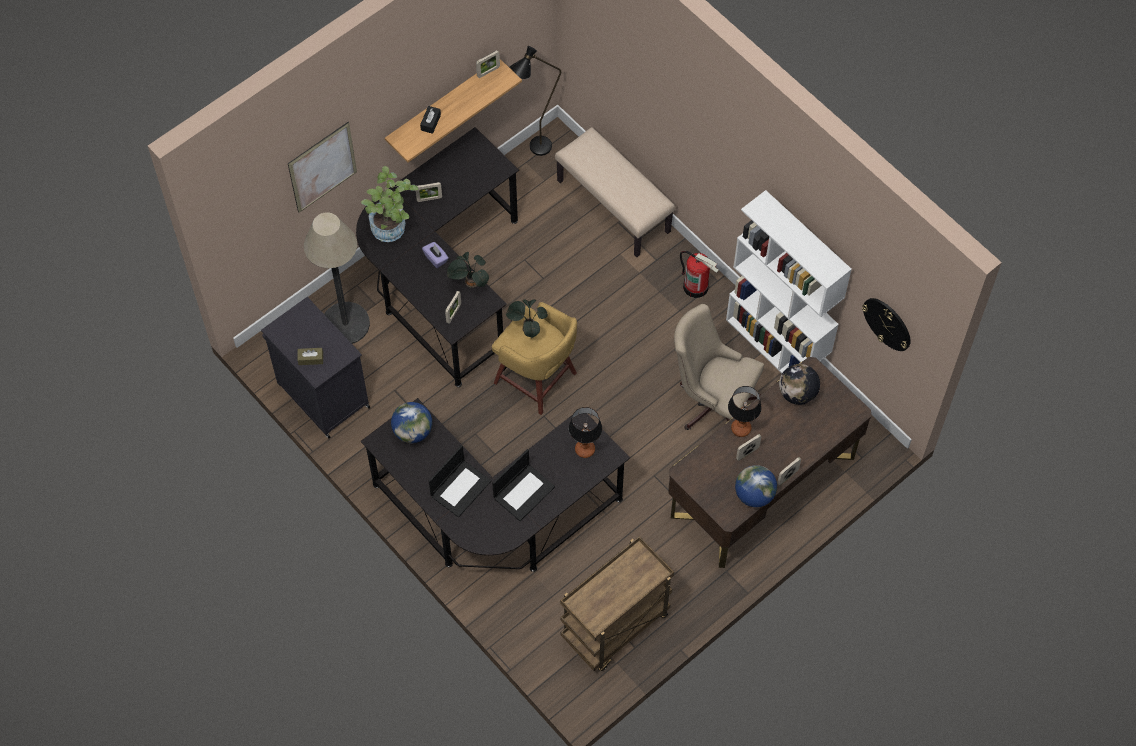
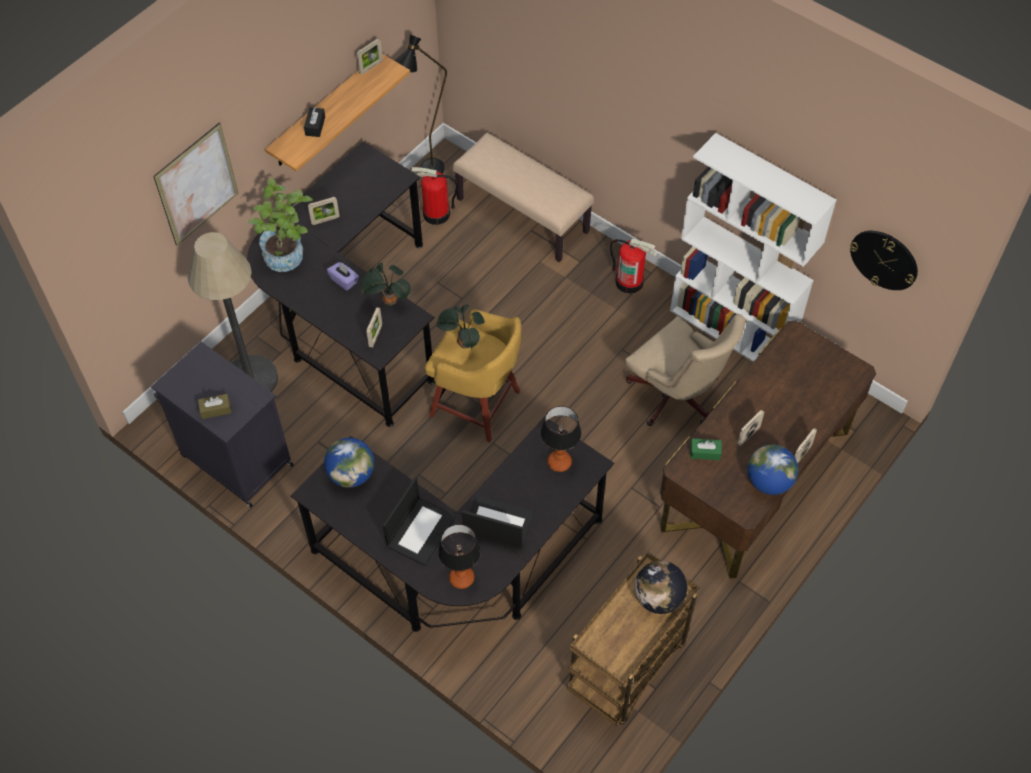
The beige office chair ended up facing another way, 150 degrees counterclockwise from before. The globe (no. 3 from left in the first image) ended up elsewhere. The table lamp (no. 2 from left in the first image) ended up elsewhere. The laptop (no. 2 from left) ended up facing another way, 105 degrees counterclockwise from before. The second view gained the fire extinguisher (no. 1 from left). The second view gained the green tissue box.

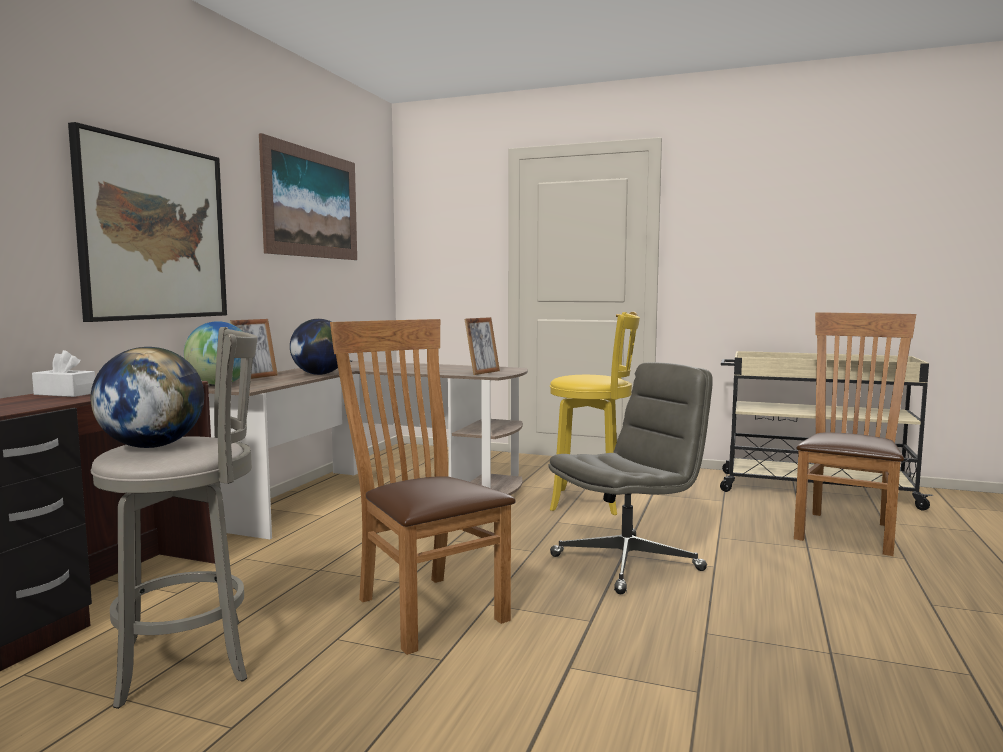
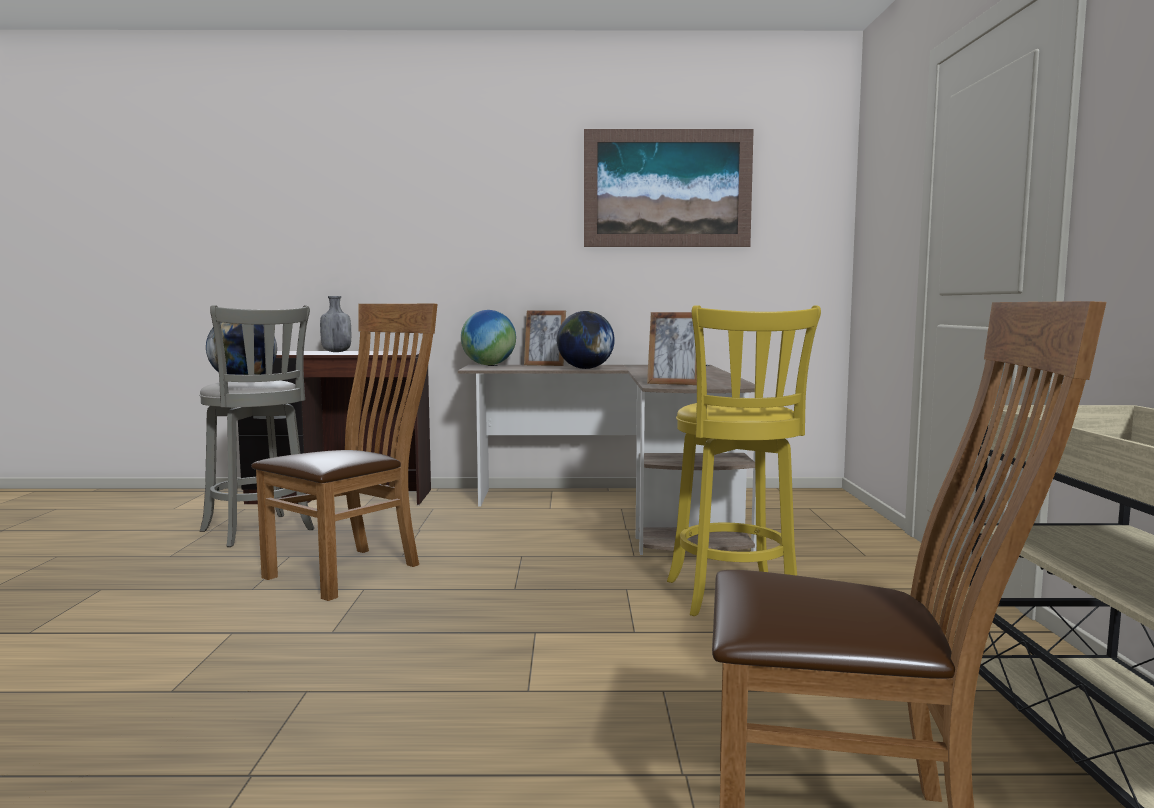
The second view lost the picture (no. 1 from left). Where the white tissue box stood, the grey bottle came to stand. The second view lost the grey office chair.

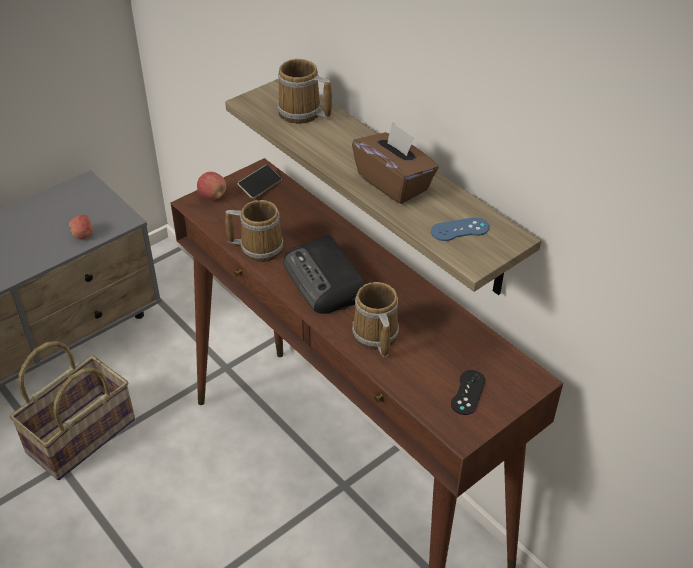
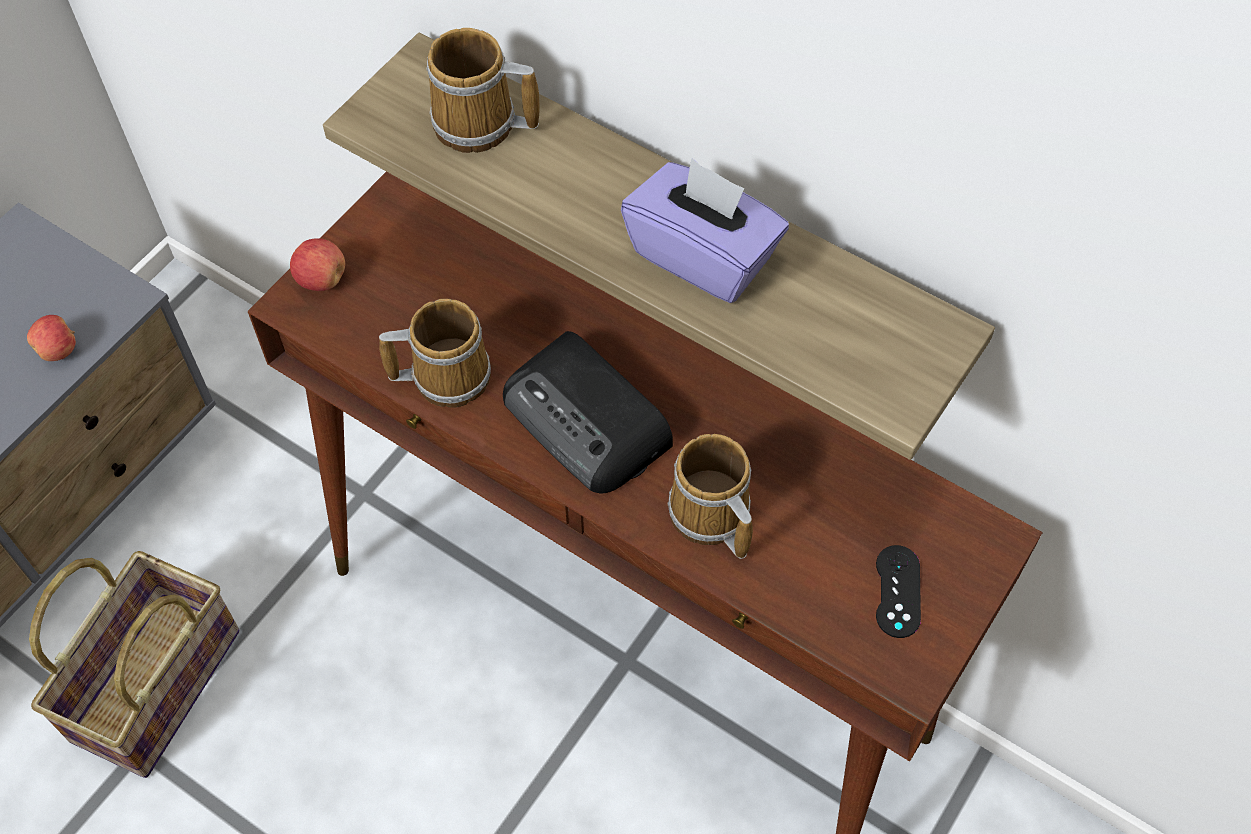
What was the brown tissue box turned into the purple tissue box. The second view lost the phone. The second view lost the blue game controller.

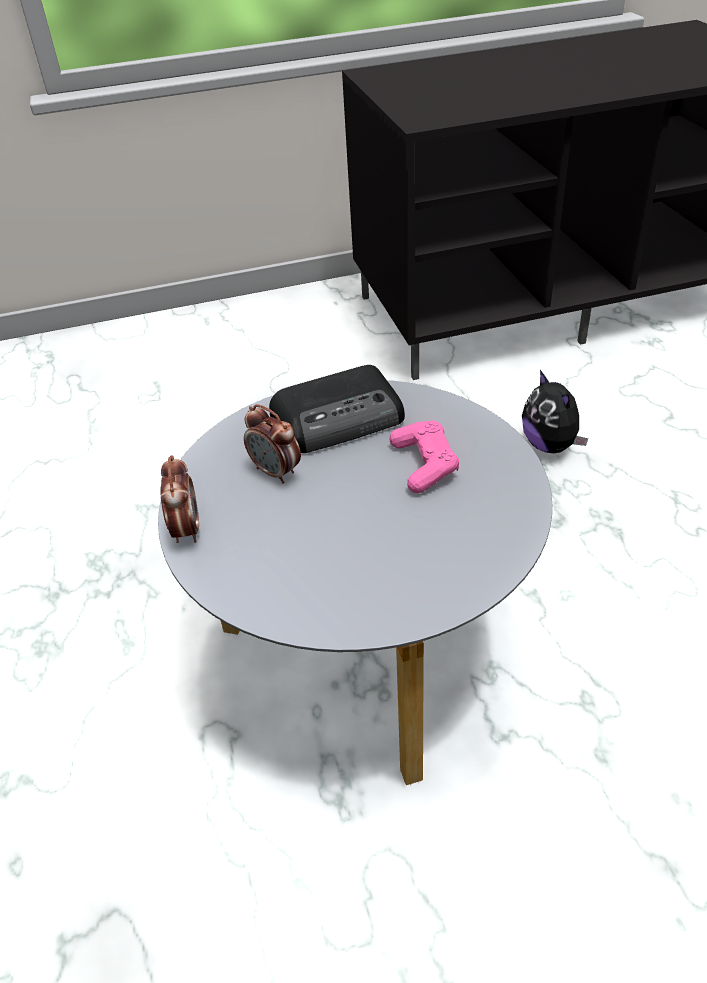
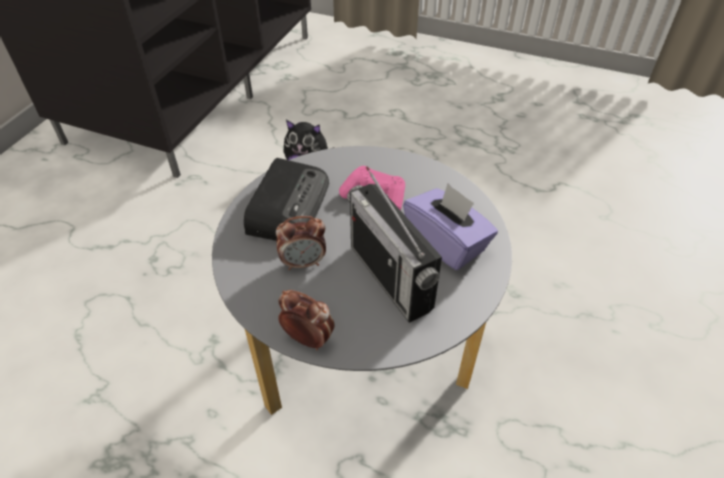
The second view gained the radio (no. 2 from left). The second view gained the purple tissue box.

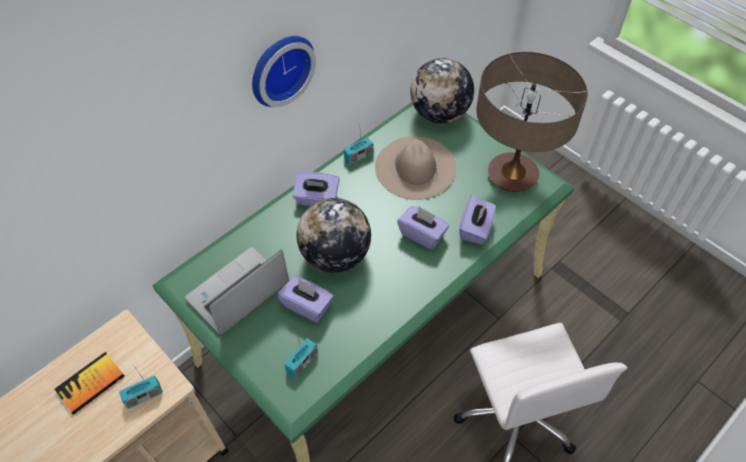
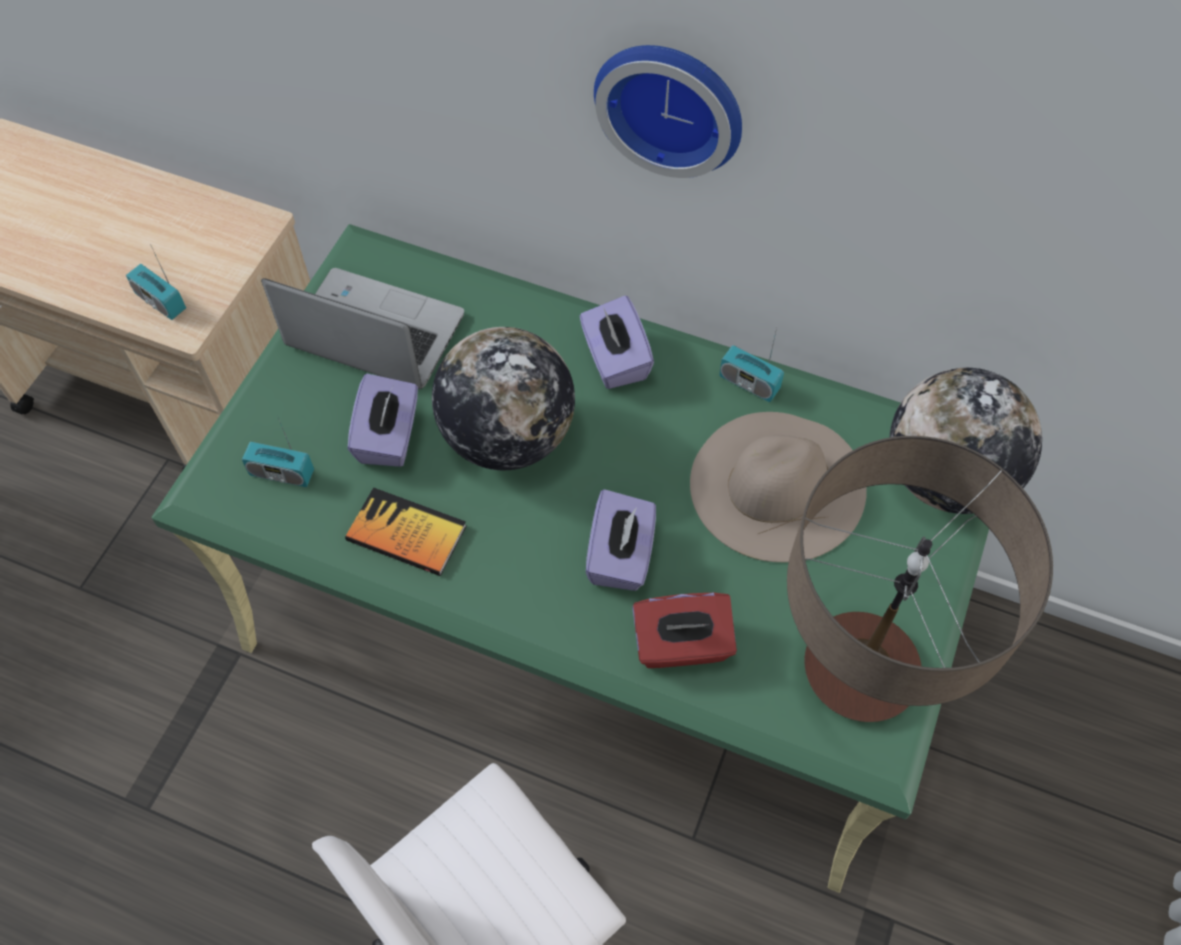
What was the purple tissue box (no. 4 from left) turned into the red tissue box. The book ended up elsewhere.

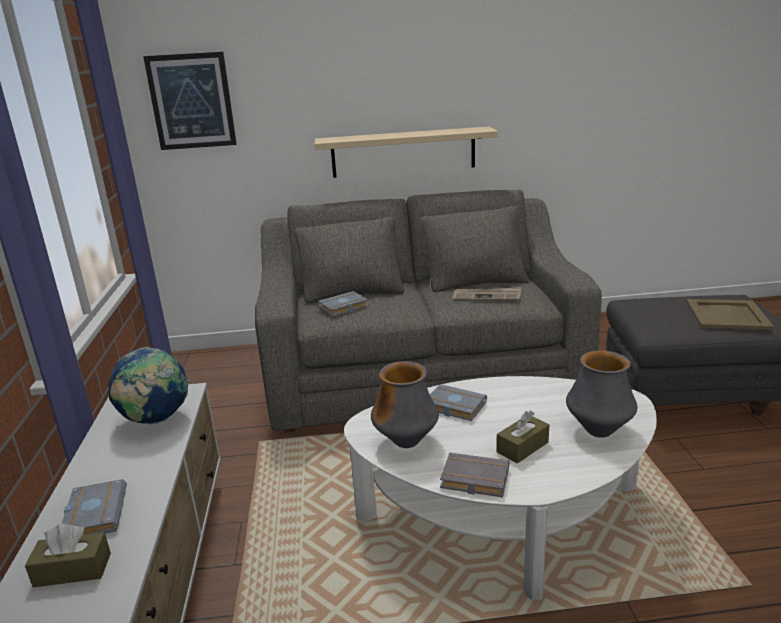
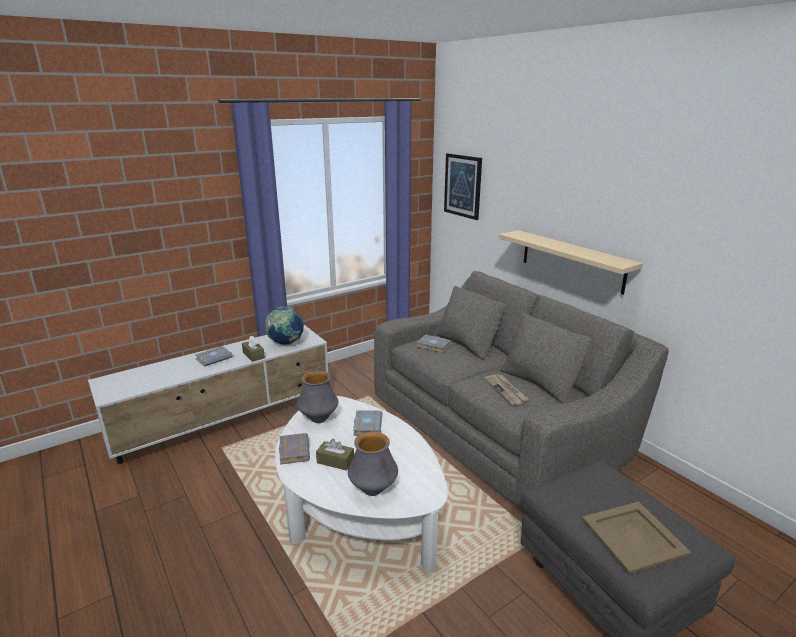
The brown tissue box (no. 1 from left) ended up elsewhere.

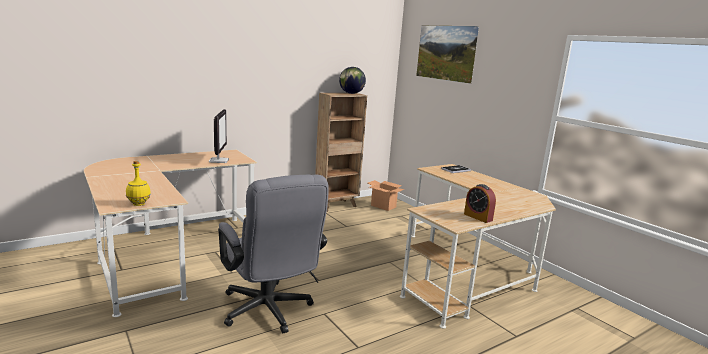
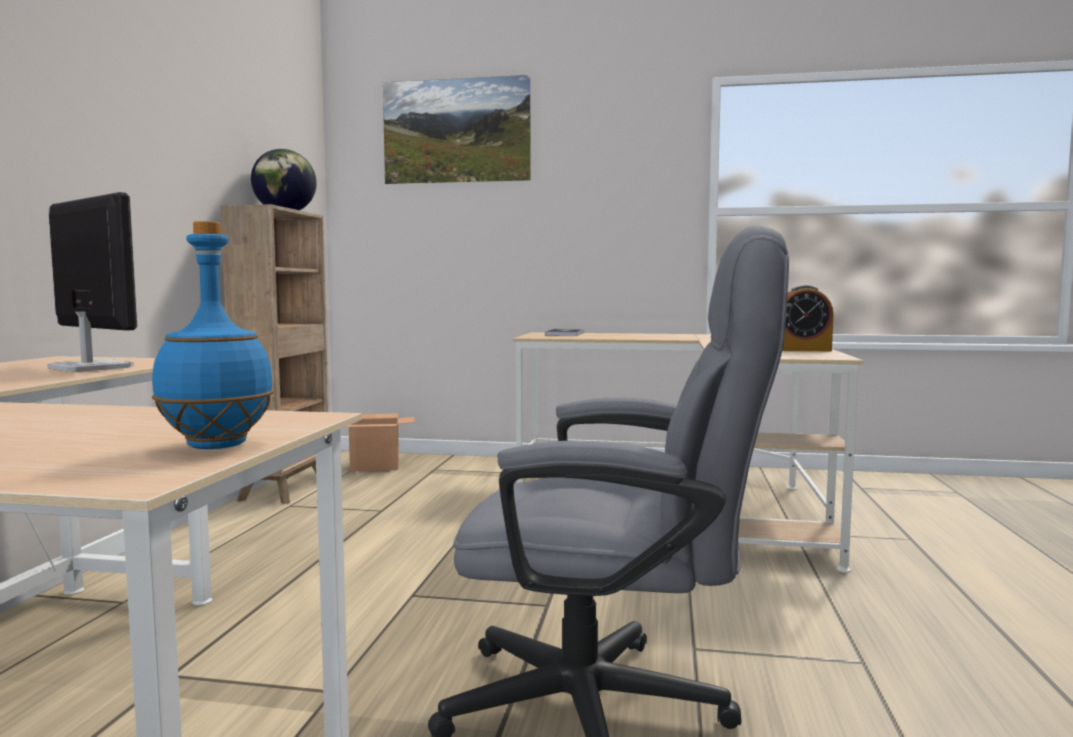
What was the yellow bottle turned into the blue bottle.

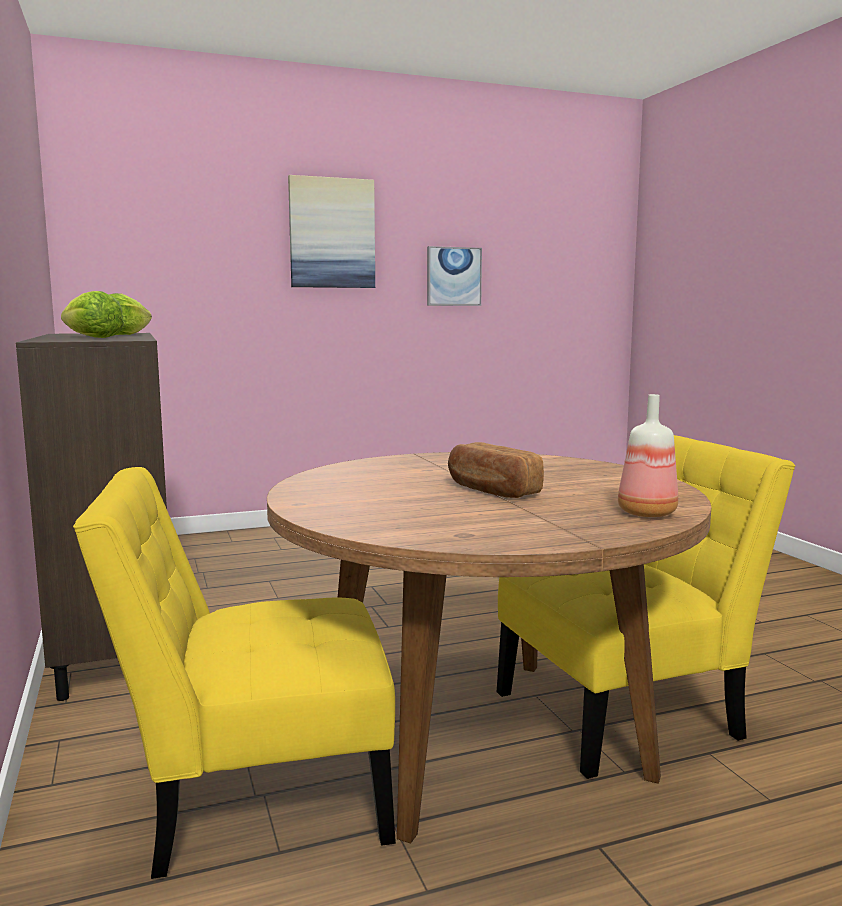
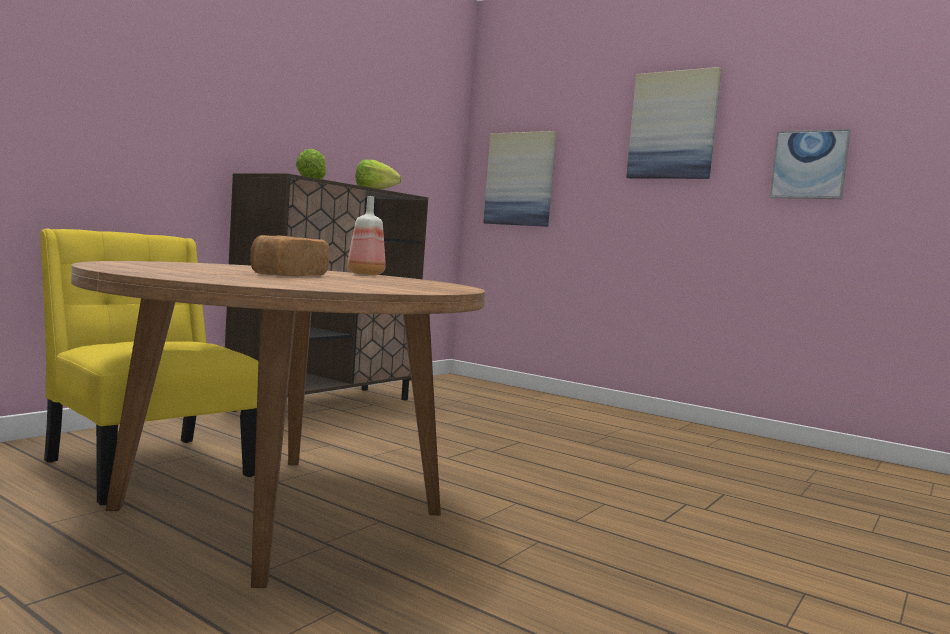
The bottle ended up elsewhere. The second view lost the yellow chair (no. 2 from left). The second view gained the picture (no. 1 from left).

